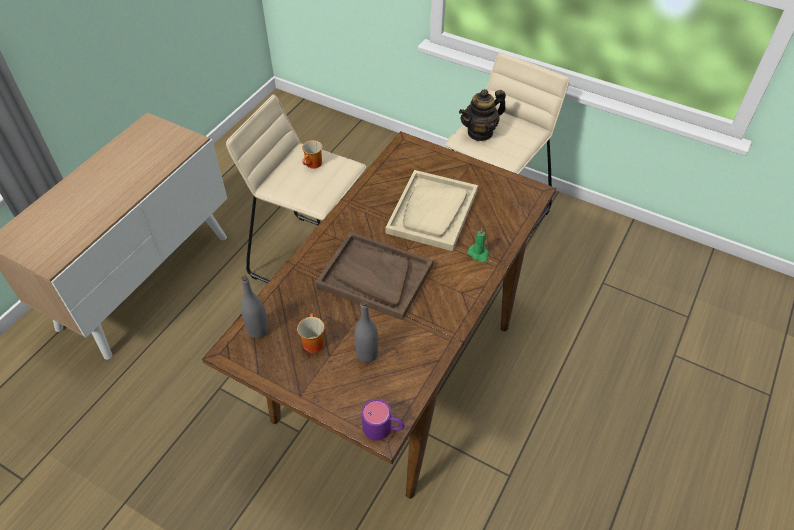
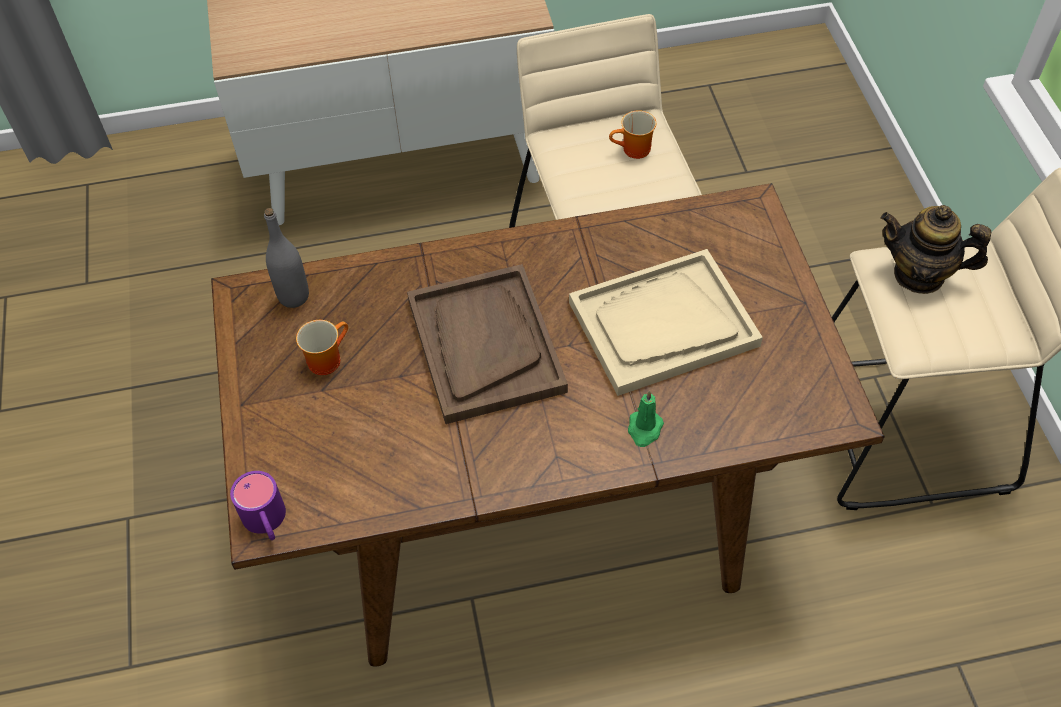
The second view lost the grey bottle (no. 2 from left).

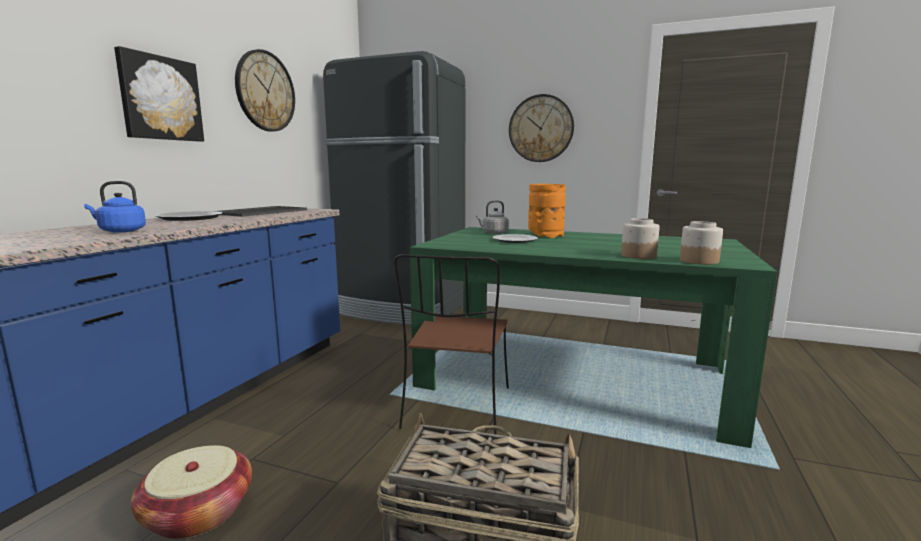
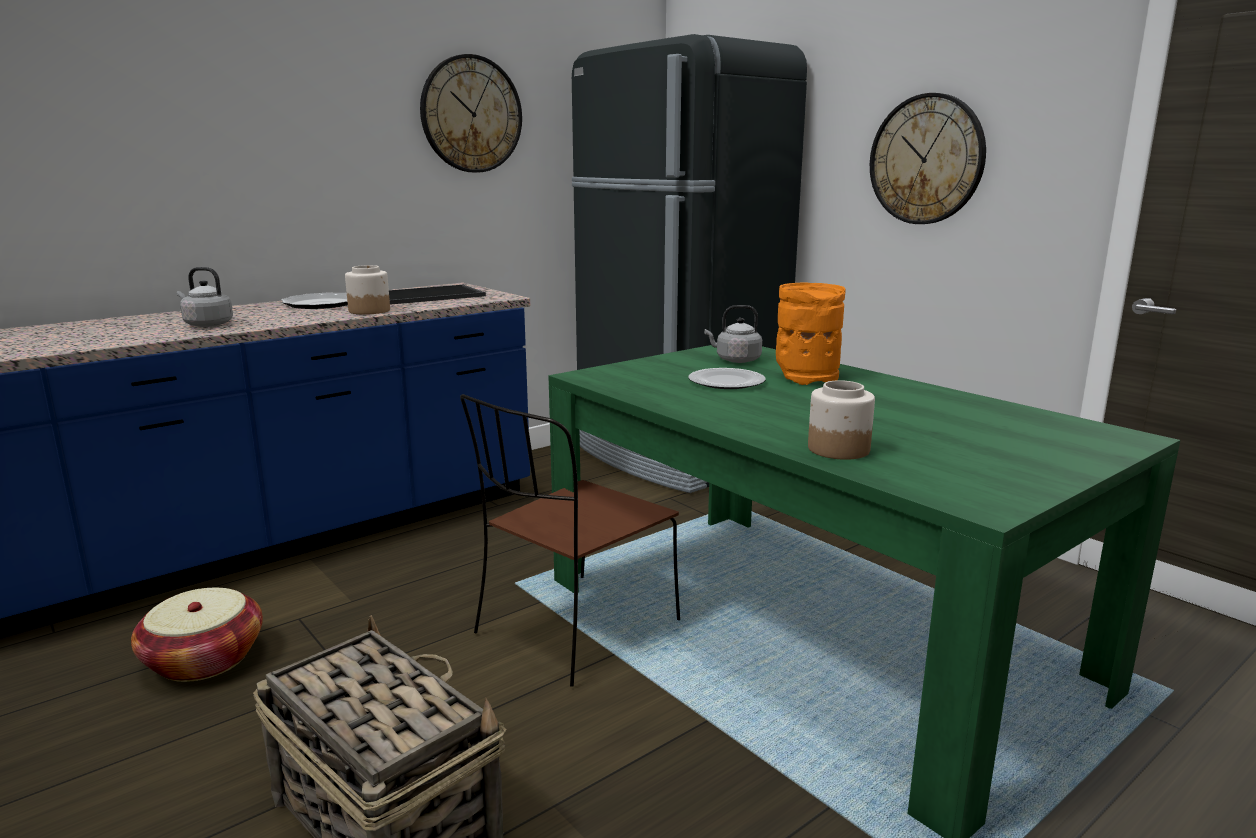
The second view lost the picture. What was the blue kettle turned into the grey kettle (no. 1 from left). The jar (no. 2 from left in the first image) ended up elsewhere.

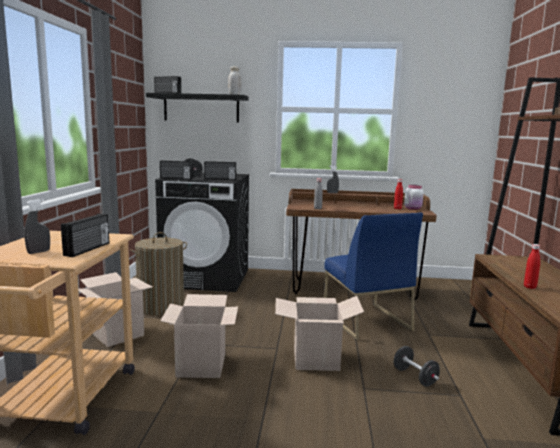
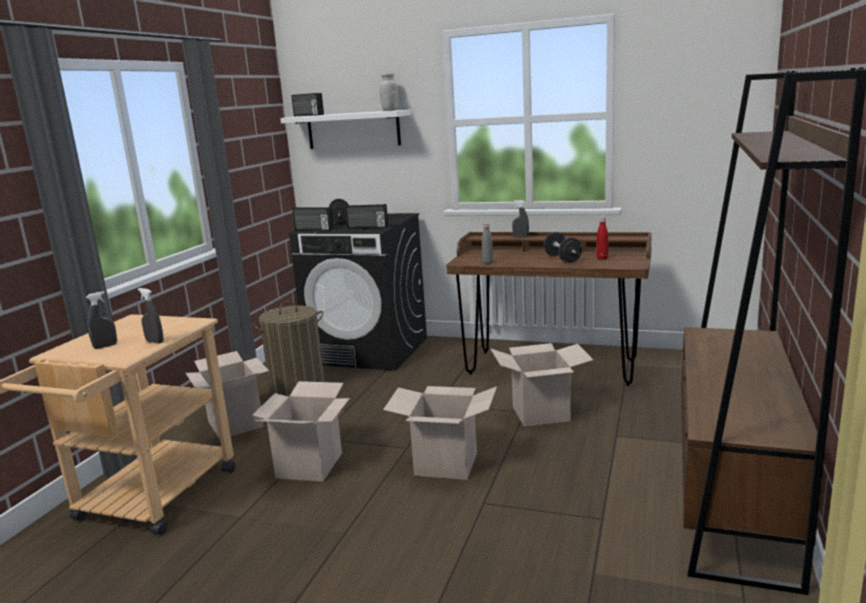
What was the black shelf turned into the white shelf. The second view lost the white jar (no. 2 from left). Where the blue chair stood, the cardboard box (no. 4 from left) came to stand. Where the radio (no. 1 from left) stood, the grey spray bottle (no. 2 from left) came to stand. The second view lost the red bottle (no. 2 from left). The black dumbbell (no. 2 from left) ended up elsewhere.

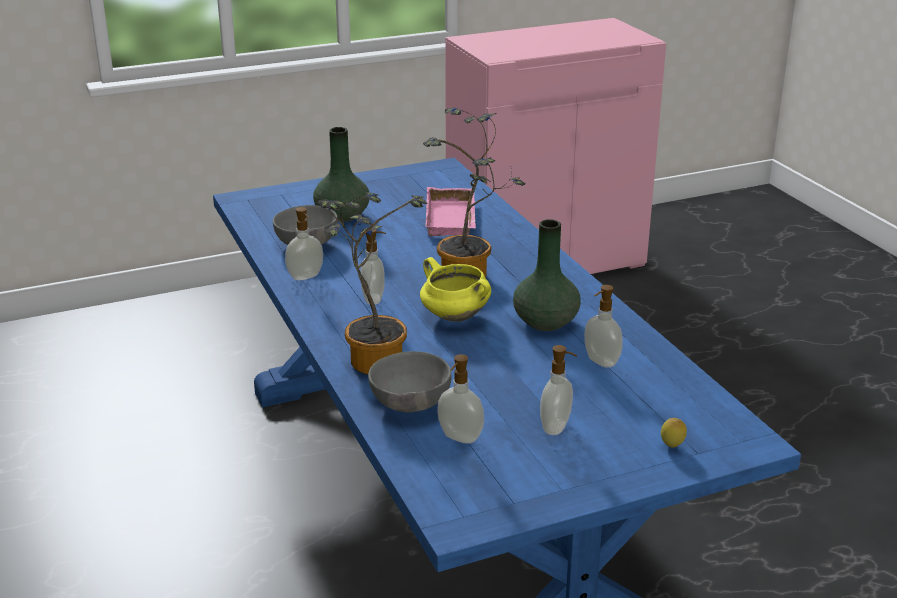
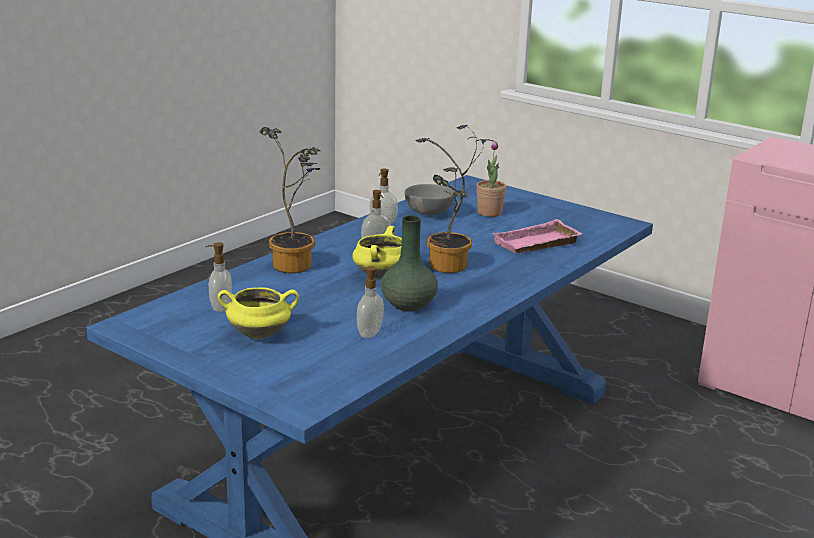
Where the green vase (no. 1 from left) stood, the potted plant (no. 3 from left) came to stand. Where the soap dispenser (no. 4 from left) stood, the yellow cooking pot (no. 1 from left) came to stand. The second view lost the grey bowl (no. 2 from left). The second view lost the lemon.

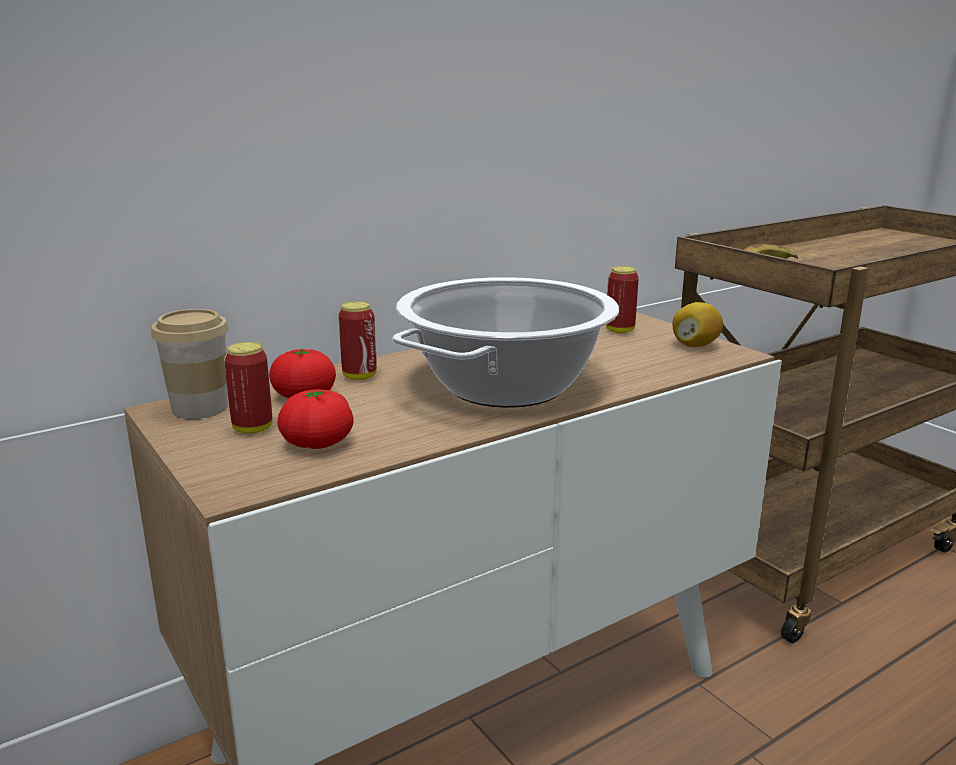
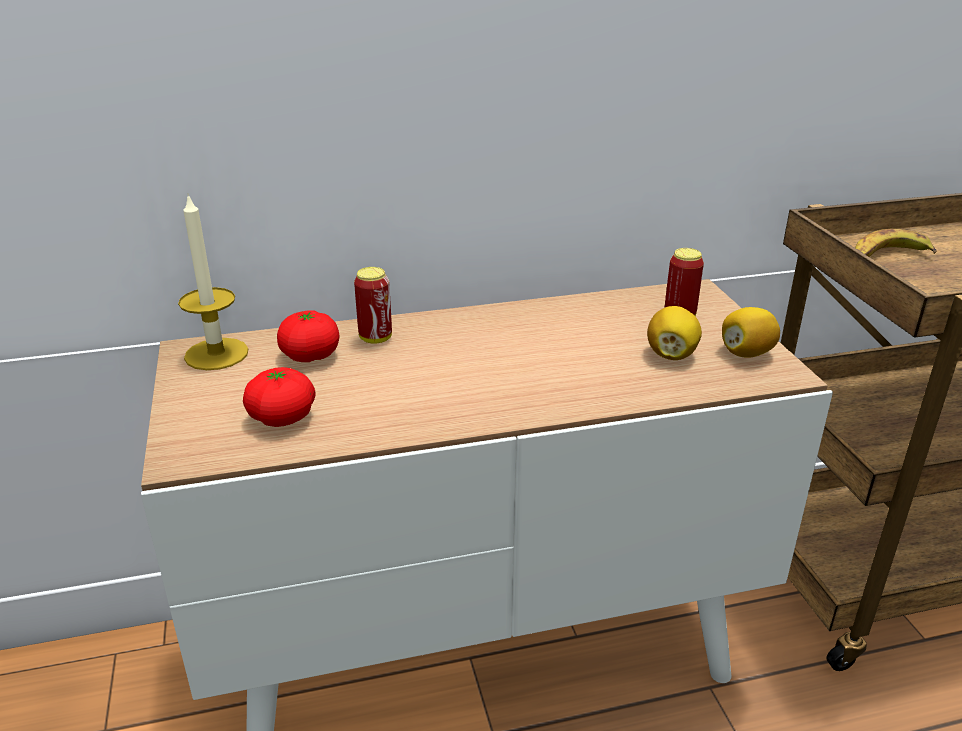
The second view lost the cooking pot. Where the cup stood, the candle came to stand. The second view lost the can (no. 1 from left). The second view gained the lemon (no. 1 from left).

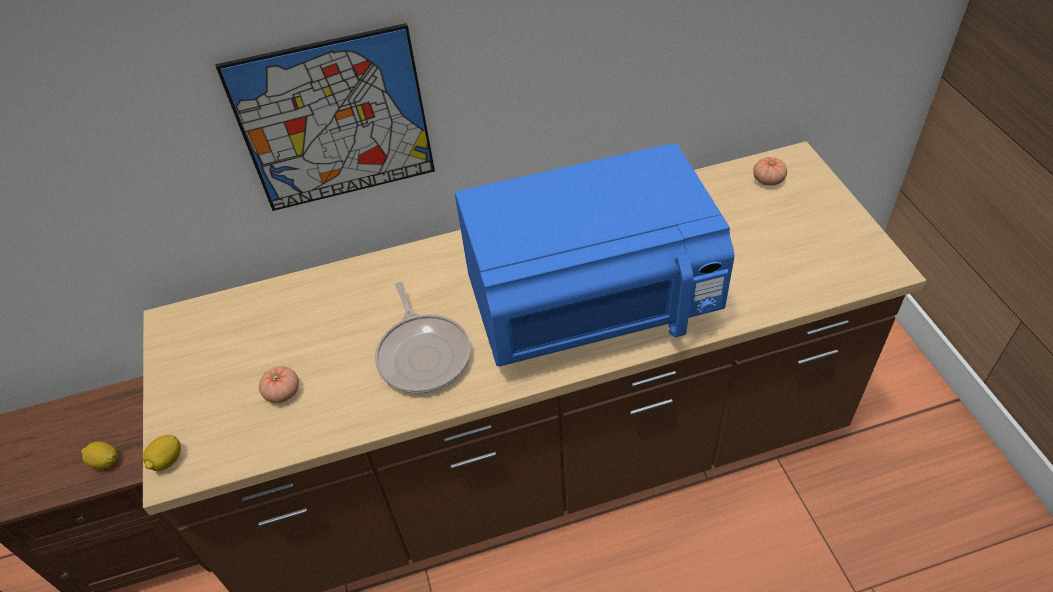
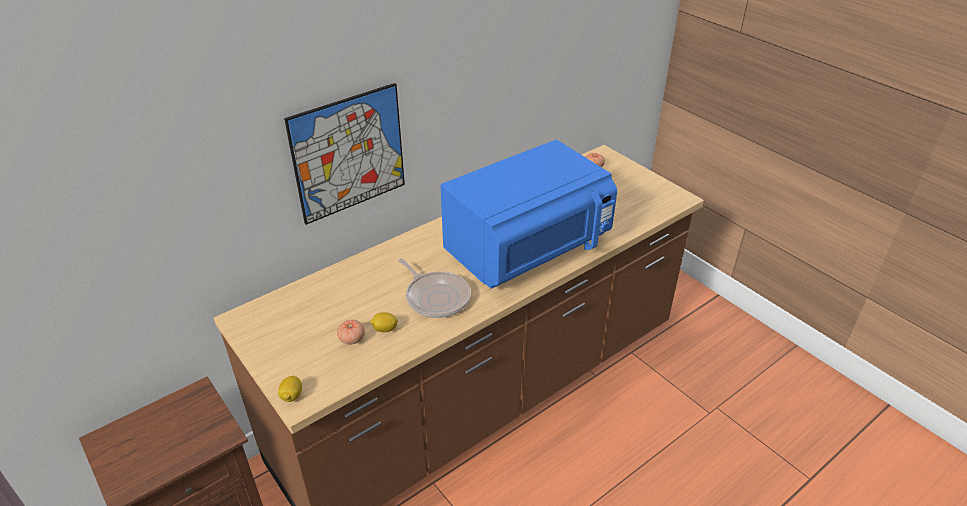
The lemon (no. 1 from left in the first image) ended up elsewhere.

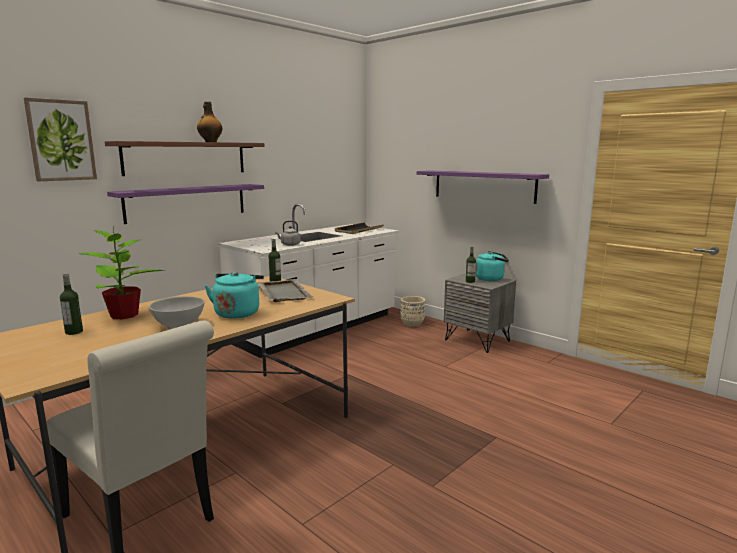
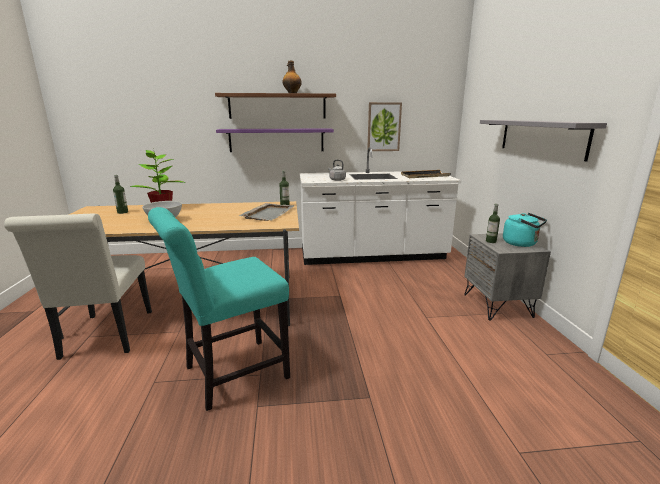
The picture ended up elsewhere. What was the purple shelf (no. 2 from left) turned into the grey shelf. The second view lost the turquoise kettle (no. 1 from left). The second view lost the beige planter. The second view gained the turquoise chair.

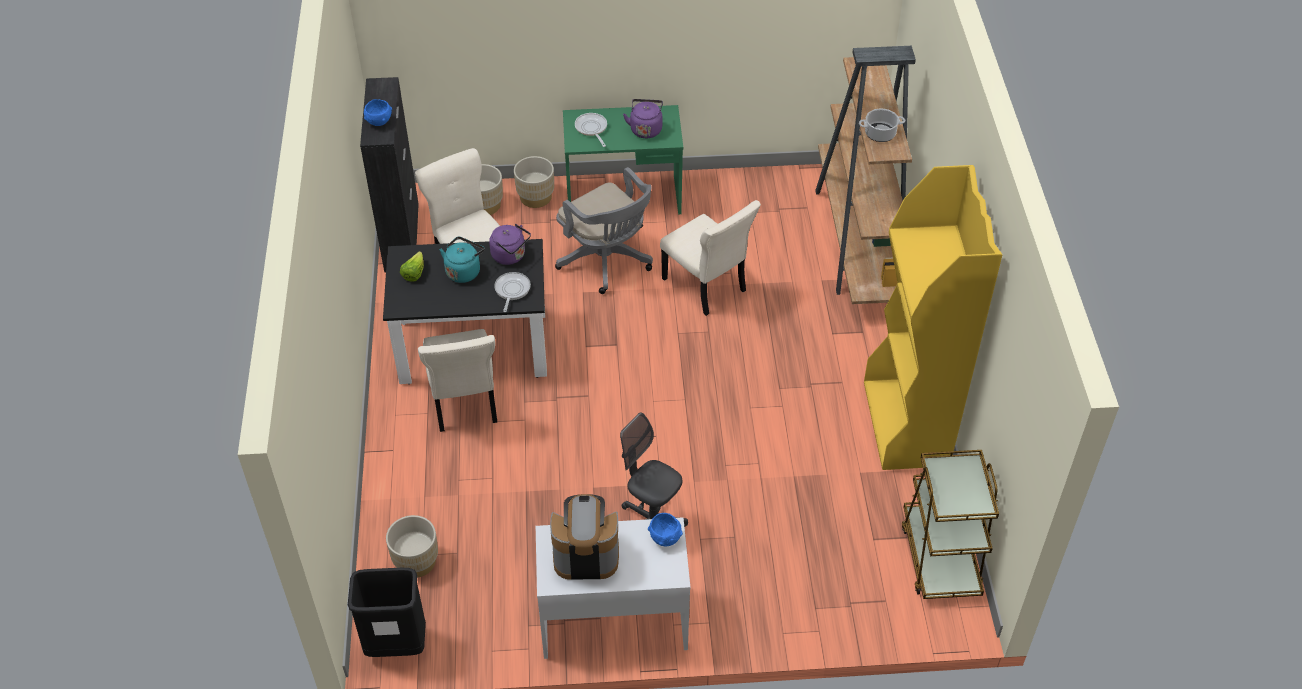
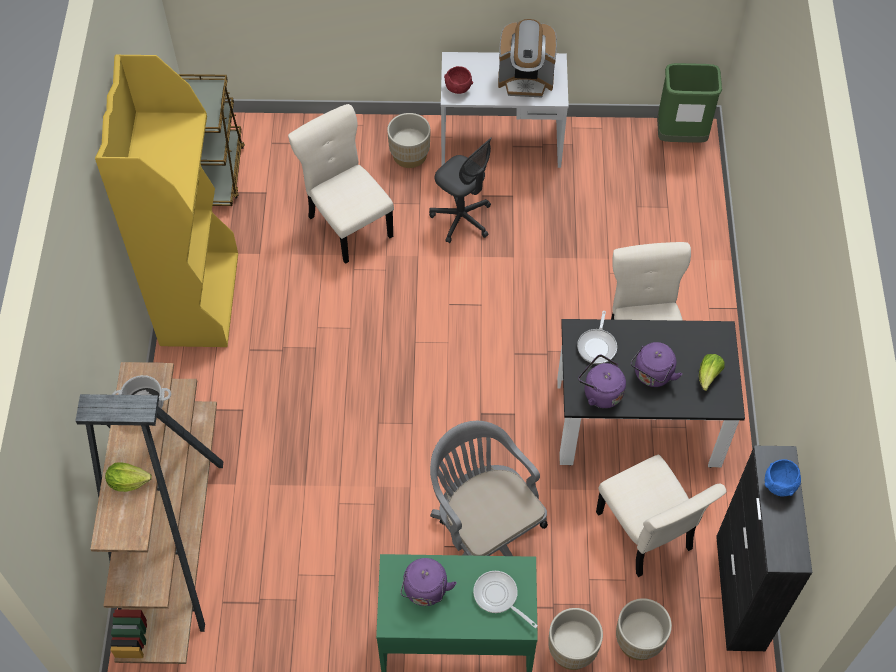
The frying pan (no. 2 from left in the first image) ended up facing another way, 150 degrees clockwise from before. The beige chair (no. 3 from left in the first image) ended up elsewhere. What was the turquoise kettle turned into the purple kettle (no. 3 from left). What was the blue bowl (no. 2 from left) turned into the red bowl. The beige planter (no. 1 from left) ended up elsewhere. What was the black trash can turned into the green trash can. The second view gained the lettuce (no. 1 from left).

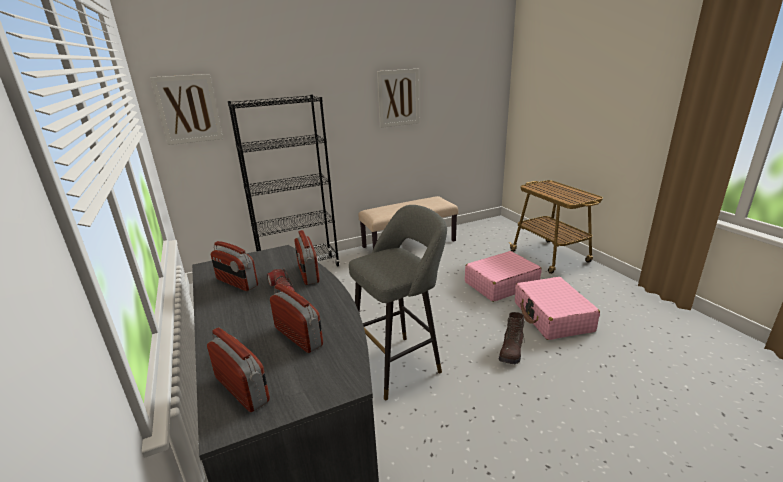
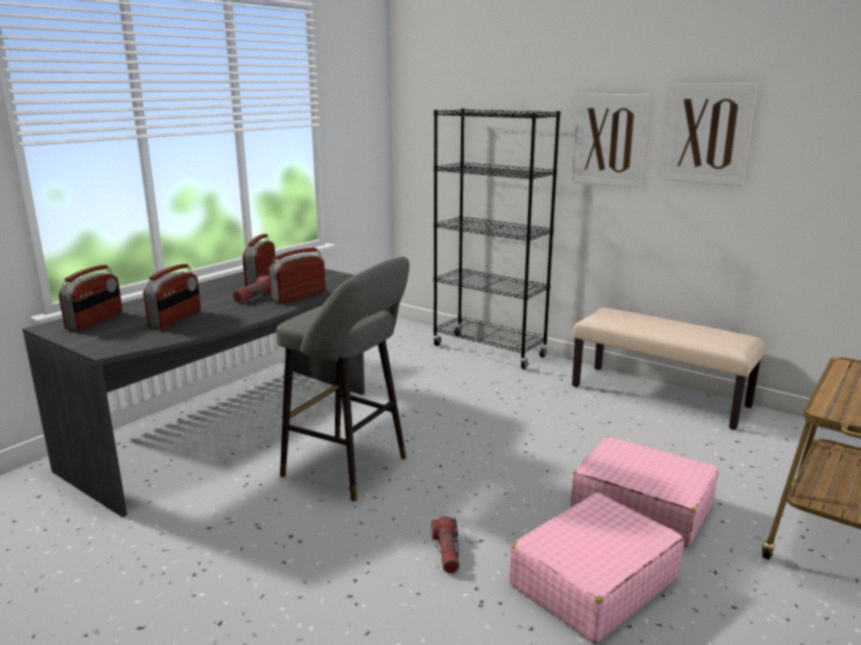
The picture (no. 1 from left) ended up elsewhere. Where the brown boot stood, the flashlight (no. 2 from left) came to stand.

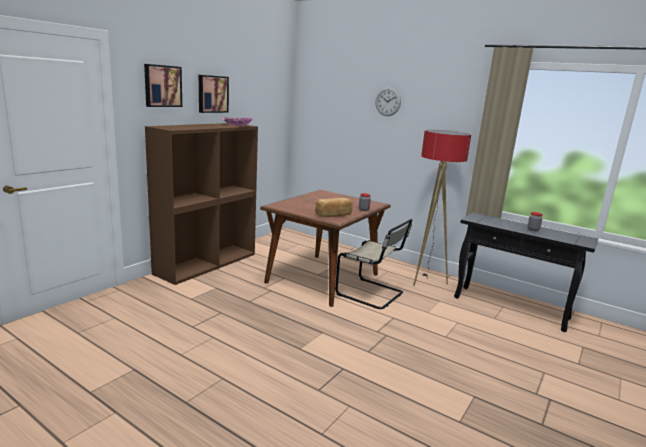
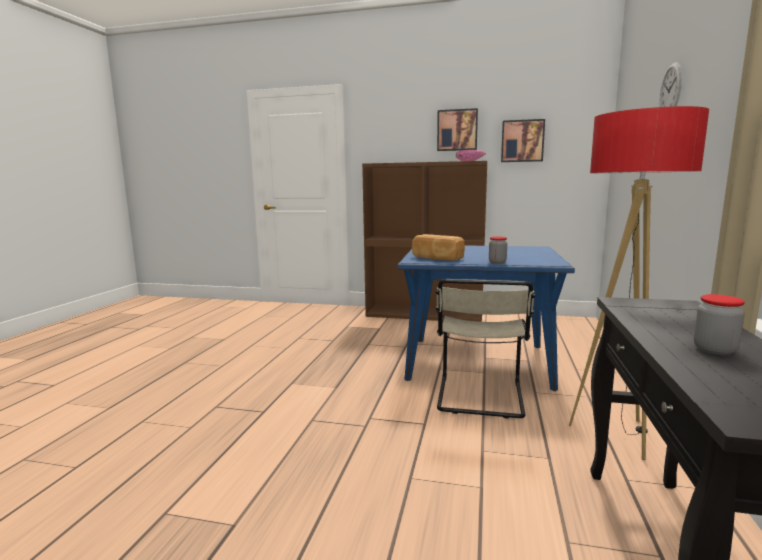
The picture (no. 1 from left in the first image) ended up elsewhere. What was the brown dining table turned into the blue dining table.

